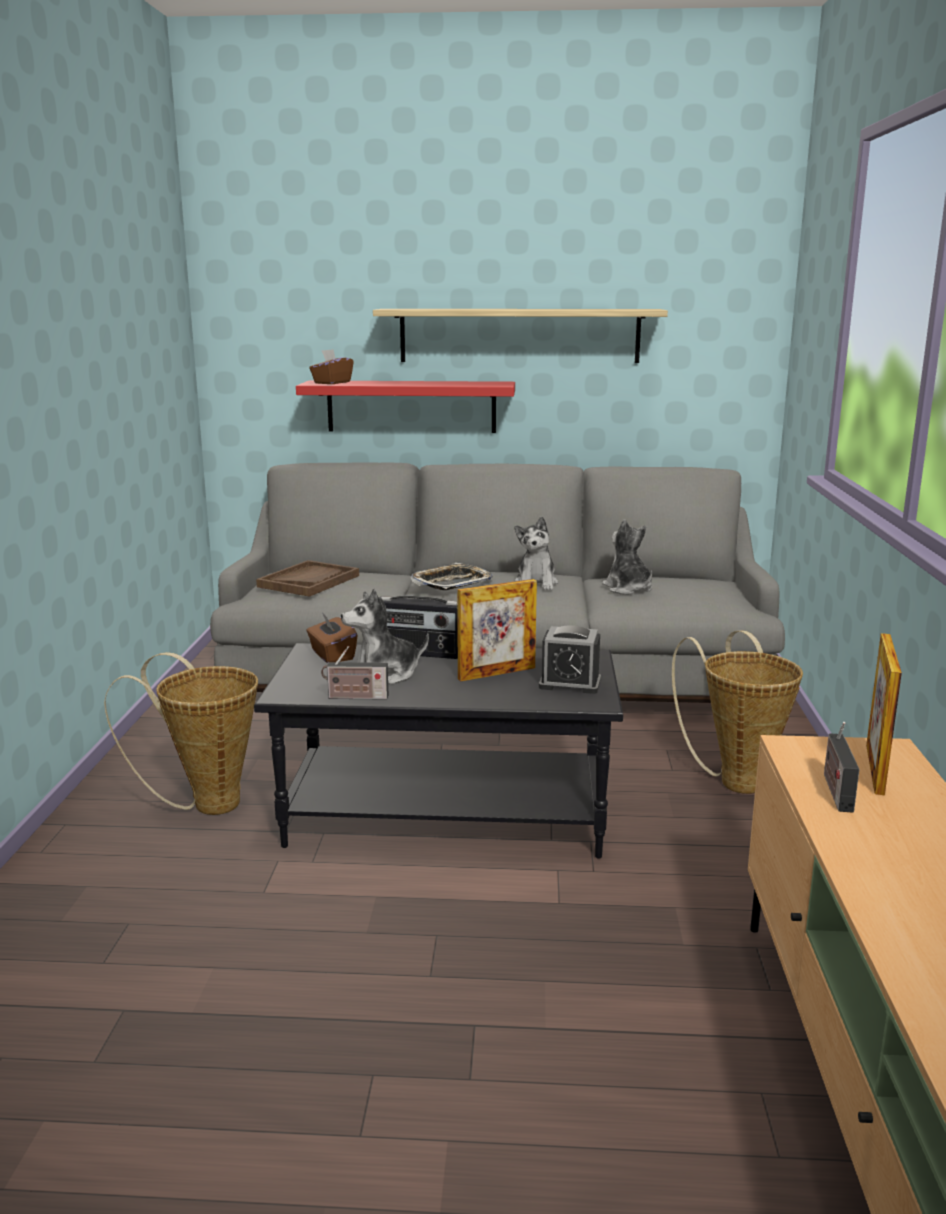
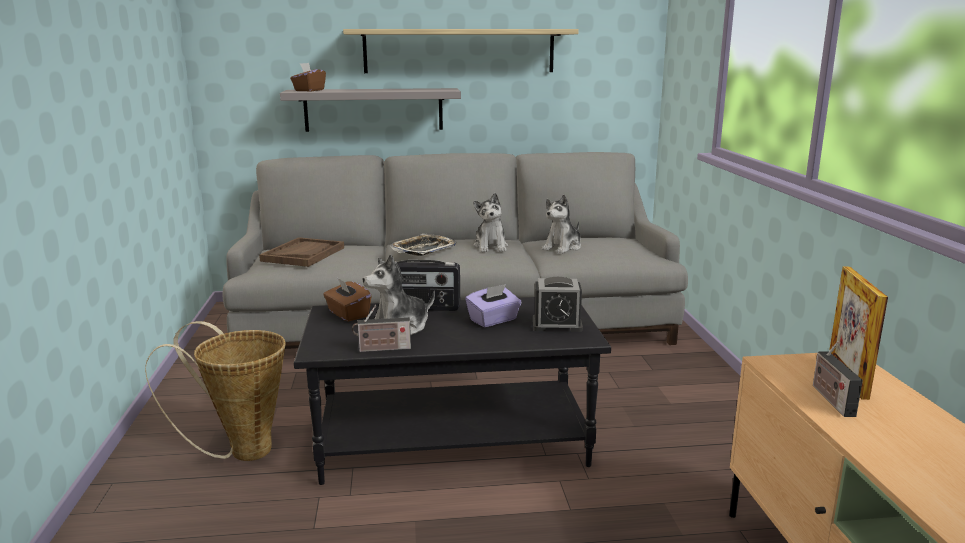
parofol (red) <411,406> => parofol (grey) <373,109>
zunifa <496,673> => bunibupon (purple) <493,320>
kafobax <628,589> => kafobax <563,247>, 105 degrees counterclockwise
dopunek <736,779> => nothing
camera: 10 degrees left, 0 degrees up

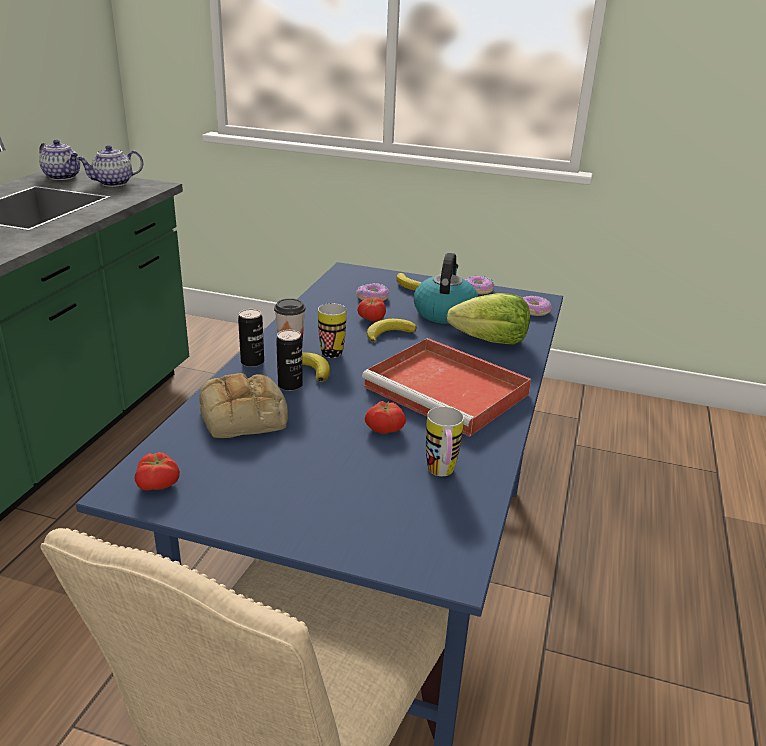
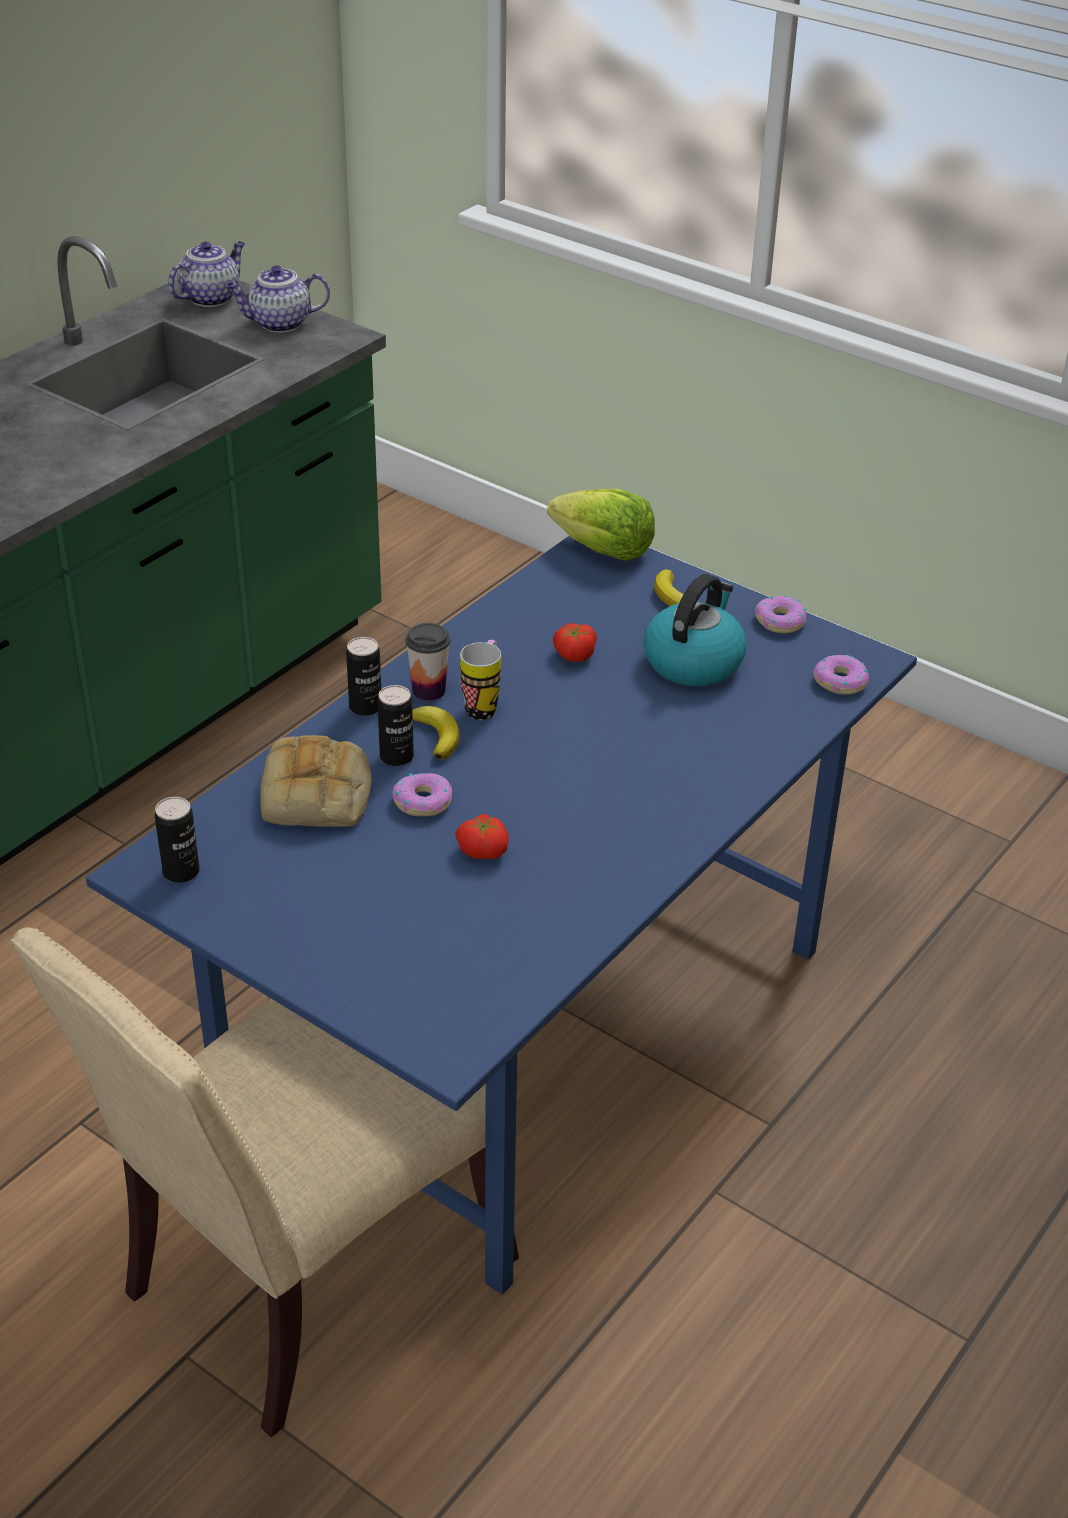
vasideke <159,484> => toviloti <181,872>
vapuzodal <63,177> => vapuzodal <210,297>, 105 degrees counterclockwise
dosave <372,297> => dosave <422,801>, move
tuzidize <490,341> => tuzidize <603,551>, move
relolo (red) <449,391> => nothing
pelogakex <388,333> => nothing
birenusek <441,474> => nothing
camera: 20 degrees right, 10 degrees up

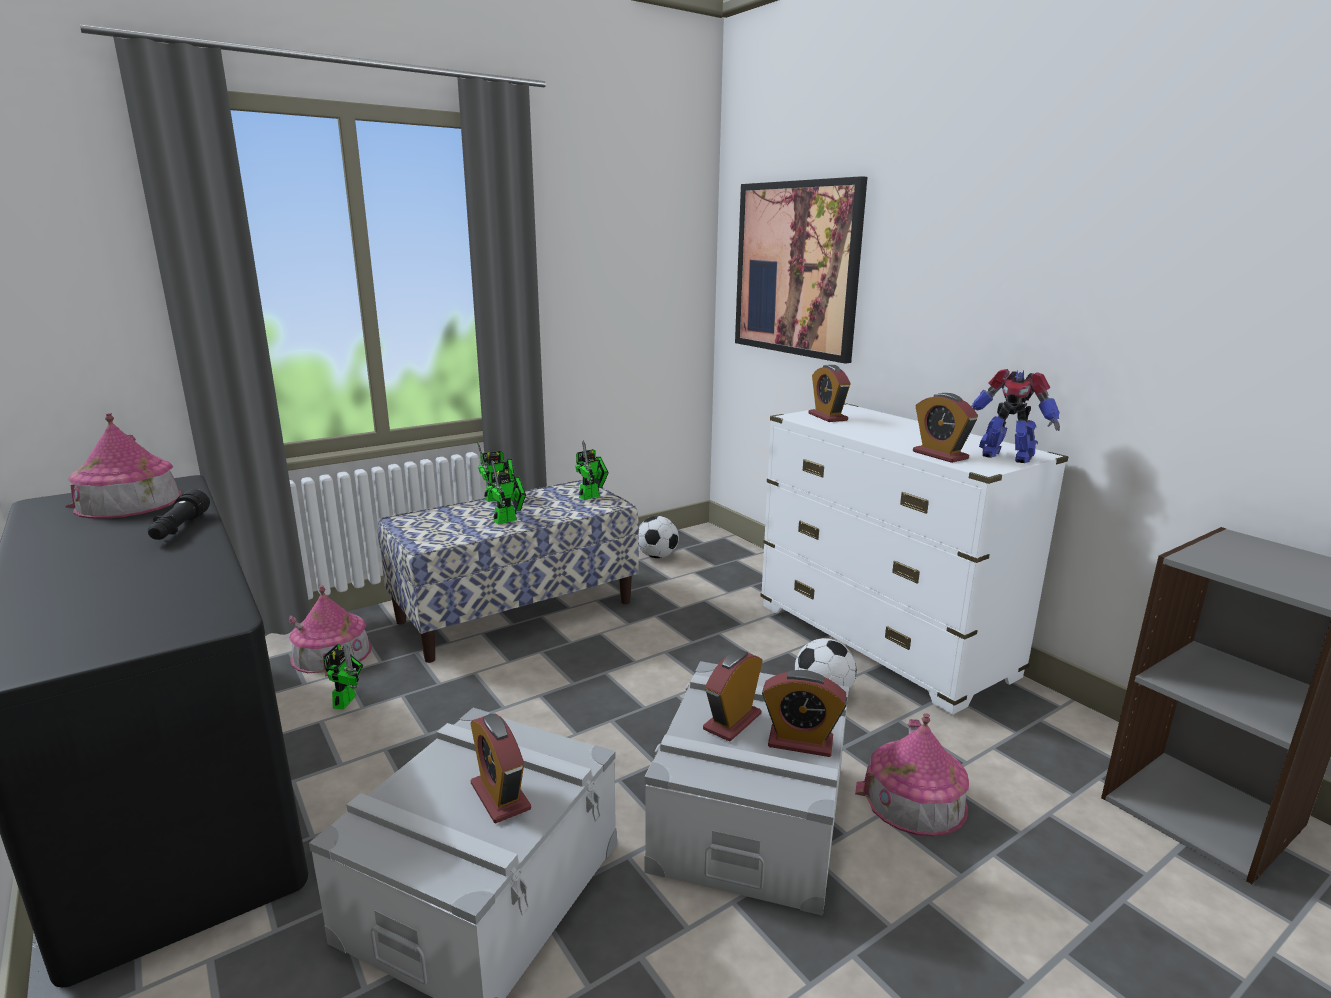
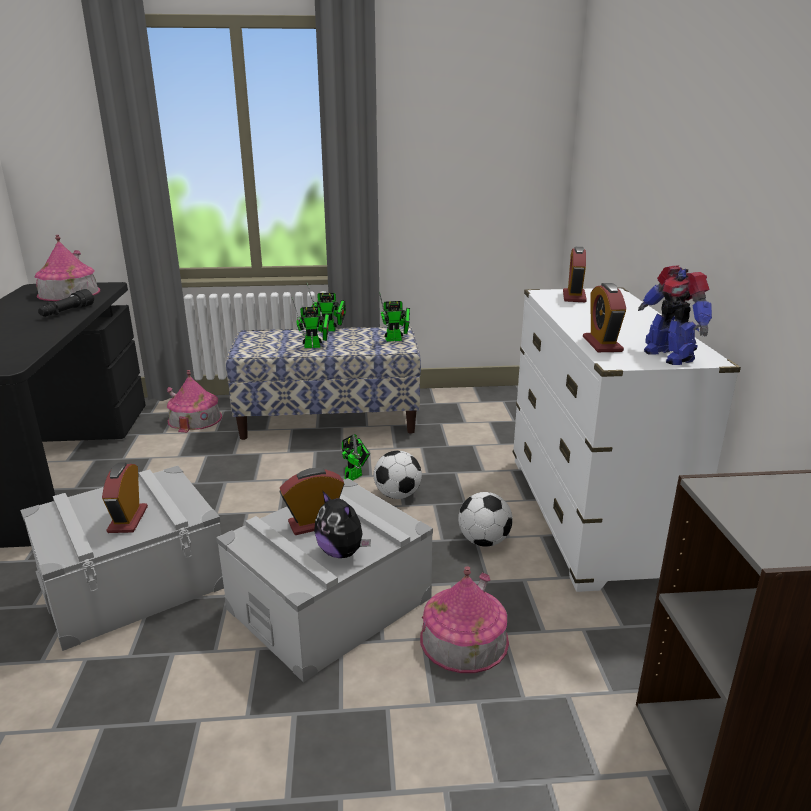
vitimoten <800,742> => kafobax <342,552>
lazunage <346,699> => lazunage <355,476>, move
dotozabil <657,556> => dotozabil <397,495>, move
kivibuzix <796,269> => nothing
camera: 30 degrees right, 5 degrees up

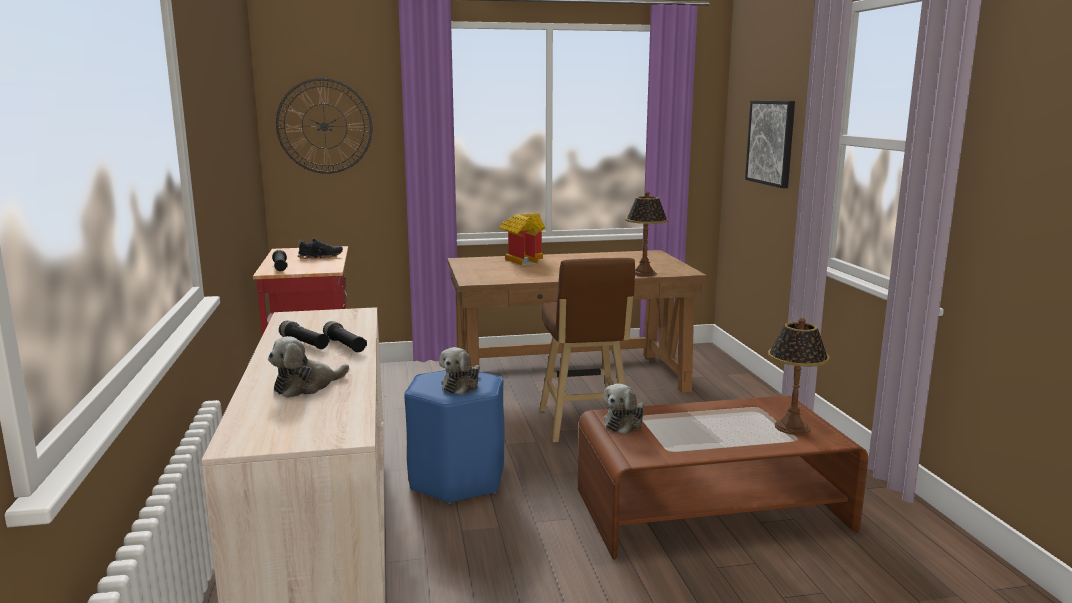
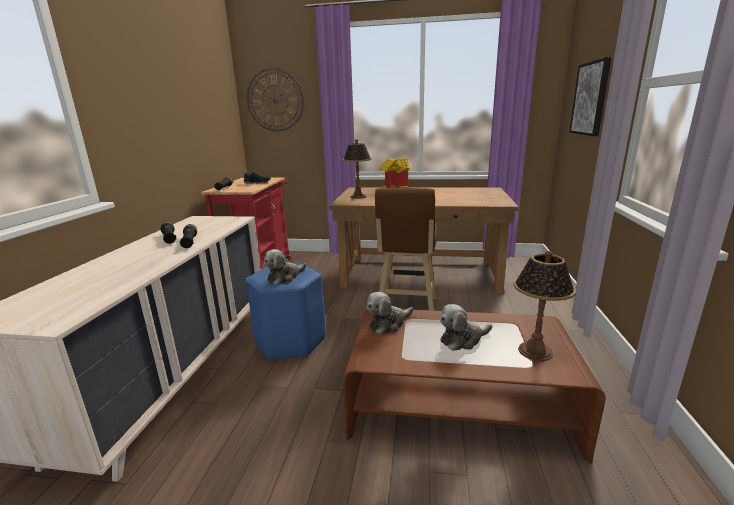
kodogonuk <644,273> => kodogonuk <358,197>, move
kafobax <306,386> => kafobax <462,339>, move
camera: 20 degrees right, 5 degrees up

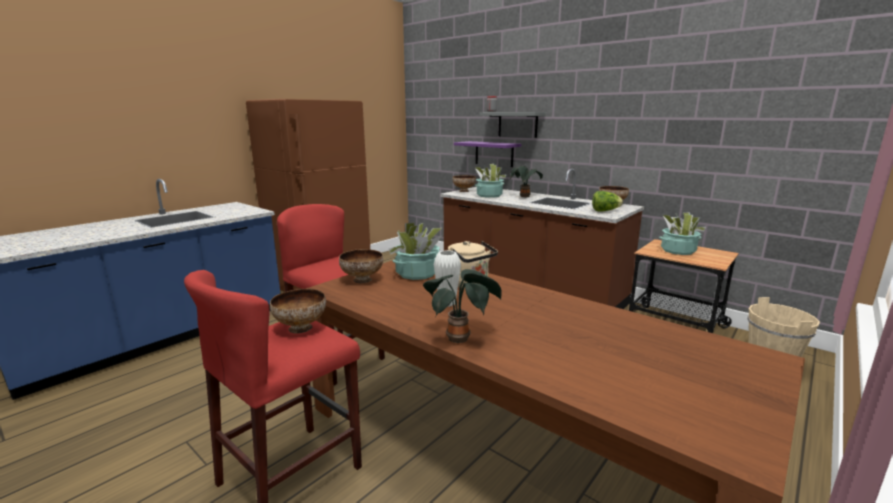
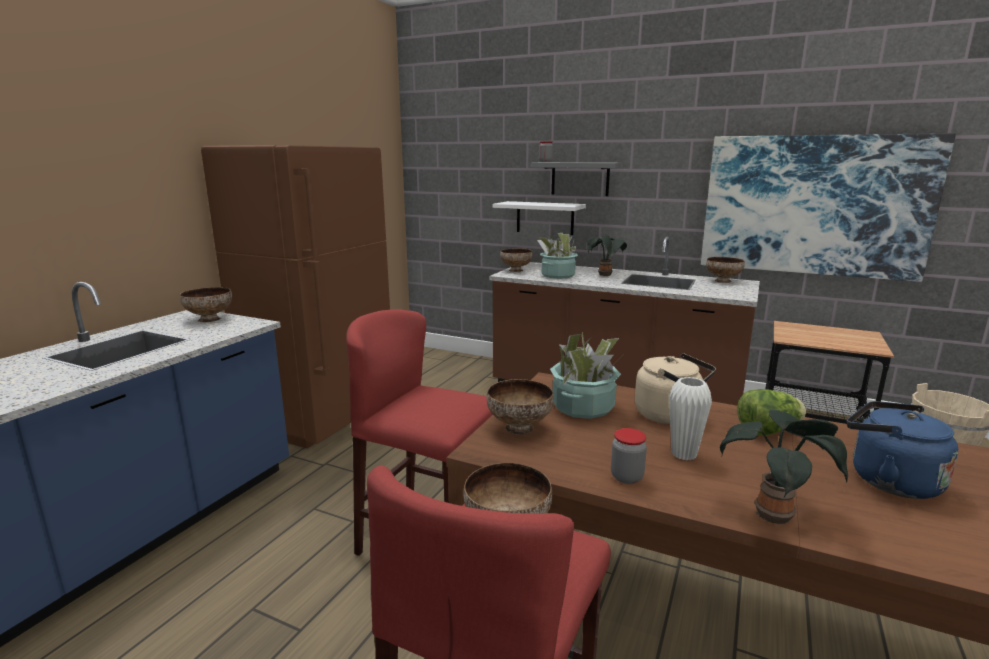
nothing => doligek <210,319>
parofol (purple) <494,154> => parofol (white) <545,218>
nothing => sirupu <626,477>
nothing => kivibuzix <813,205>
tuzidize <605,211> => tuzidize <768,431>, move
nothing => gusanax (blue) <888,480>
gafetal <678,251> => nothing
camera: 15 degrees left, 0 degrees up

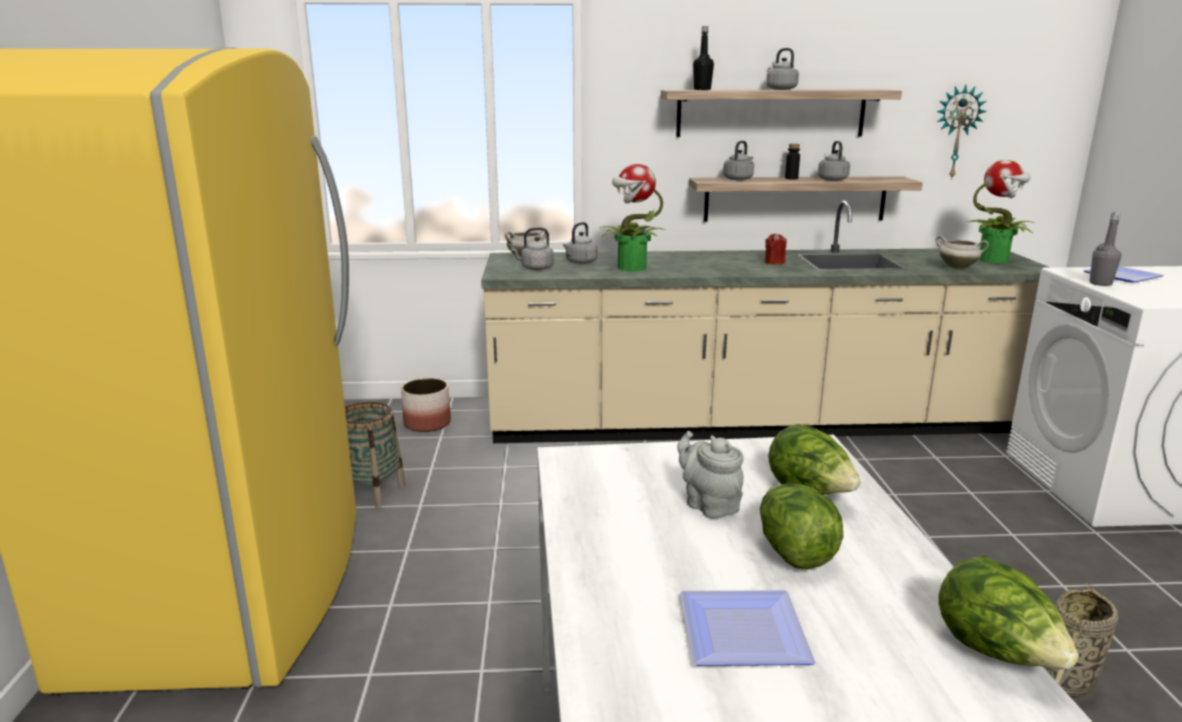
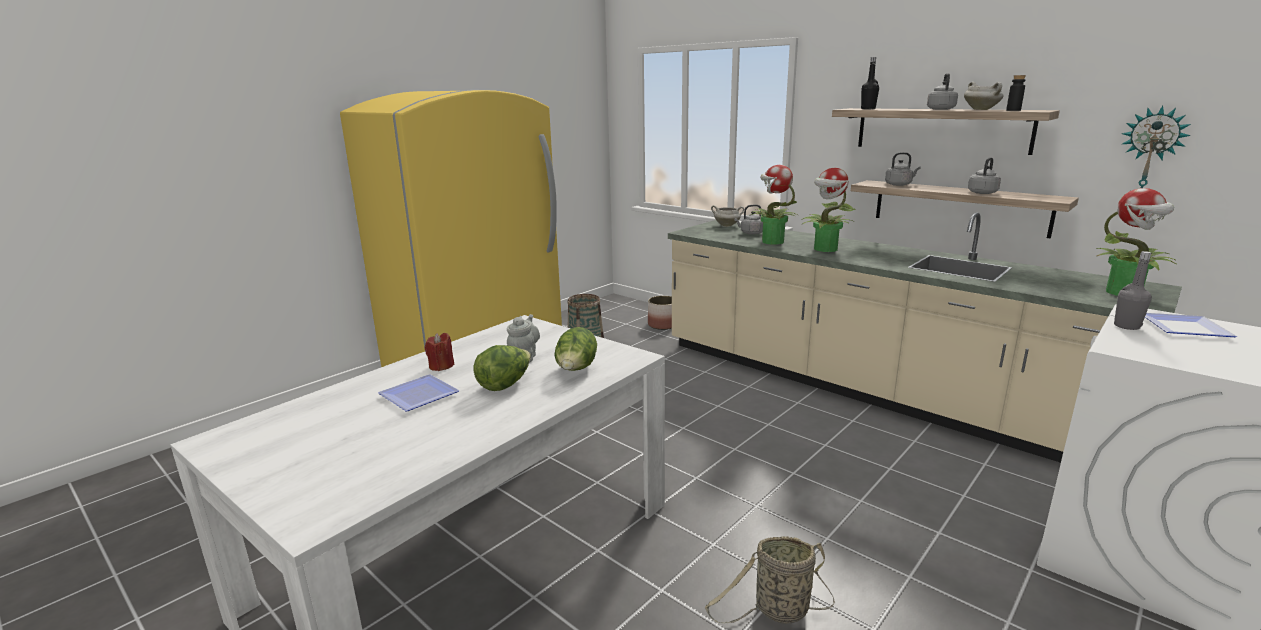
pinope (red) <774,262> => pinope (red) <441,366>, move
nothing => gafetal <825,249>
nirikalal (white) <958,267> => nirikalal (white) <982,109>, move
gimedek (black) <791,178> => gimedek (black) <1013,110>, move
gusanax (grey) <535,268> => nothing
tuzidize <996,653> => nothing
camera: 45 degrees right, 0 degrees up

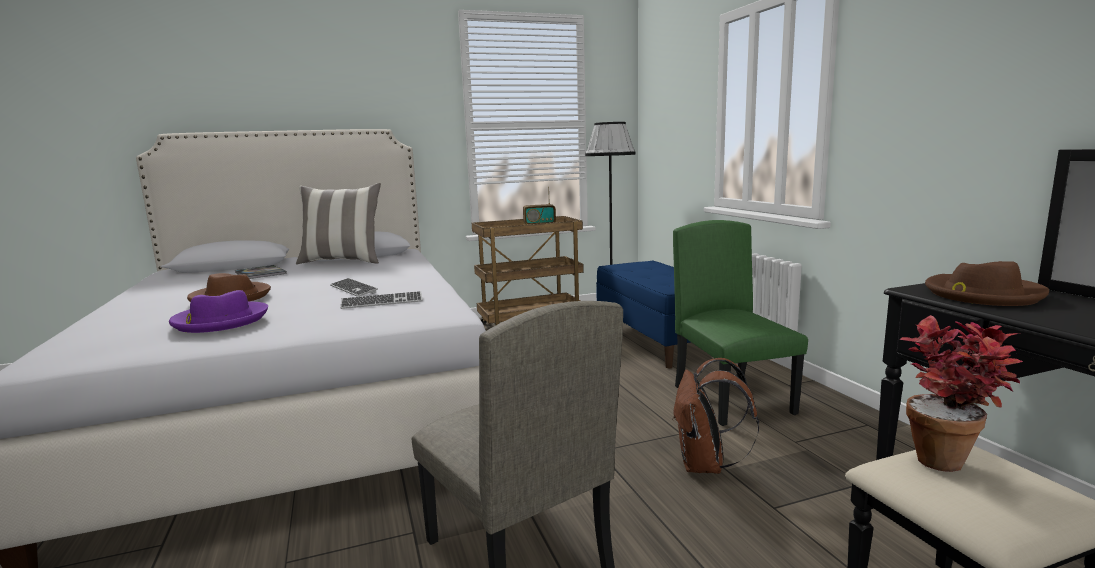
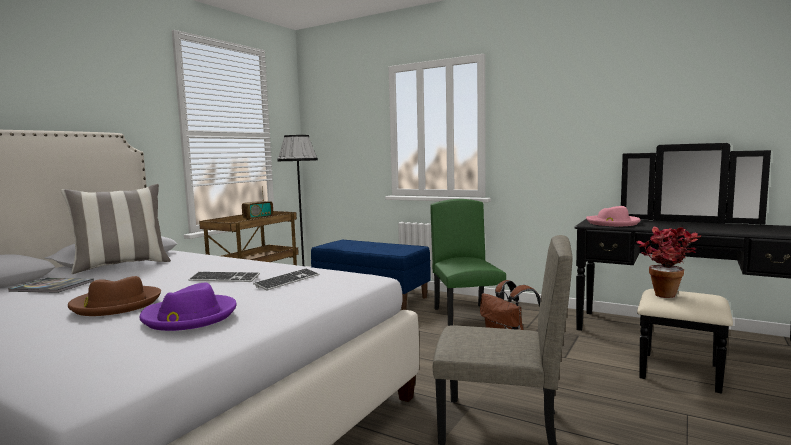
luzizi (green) <733,399> => luzizi (green) <467,316>, 45 degrees clockwise
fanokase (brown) <981,294> => fanokase (pink) <612,223>
camera: 40 degrees left, 5 degrees down

